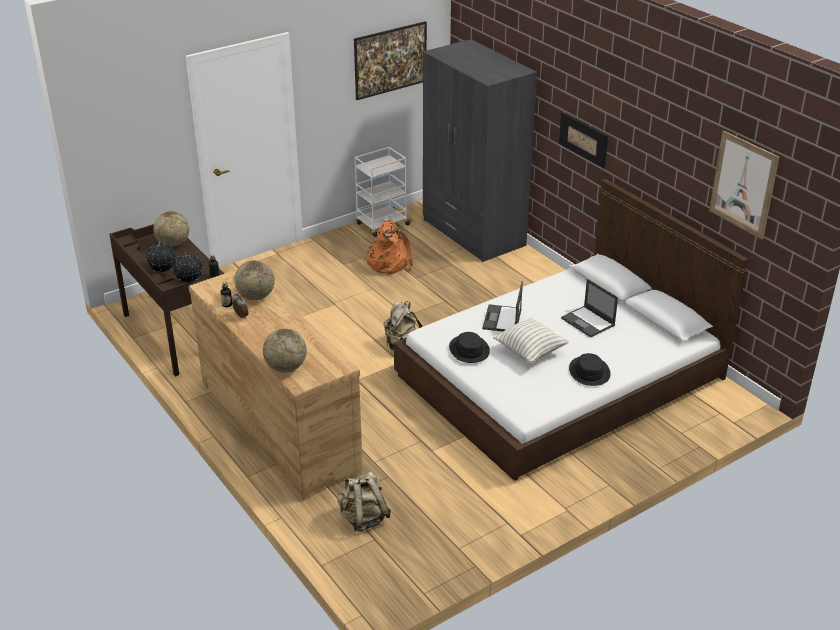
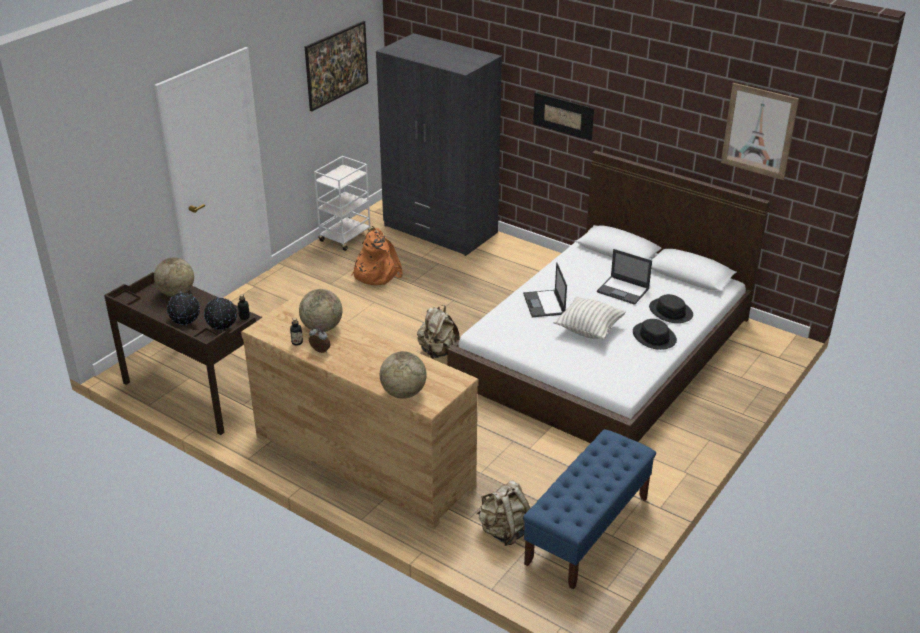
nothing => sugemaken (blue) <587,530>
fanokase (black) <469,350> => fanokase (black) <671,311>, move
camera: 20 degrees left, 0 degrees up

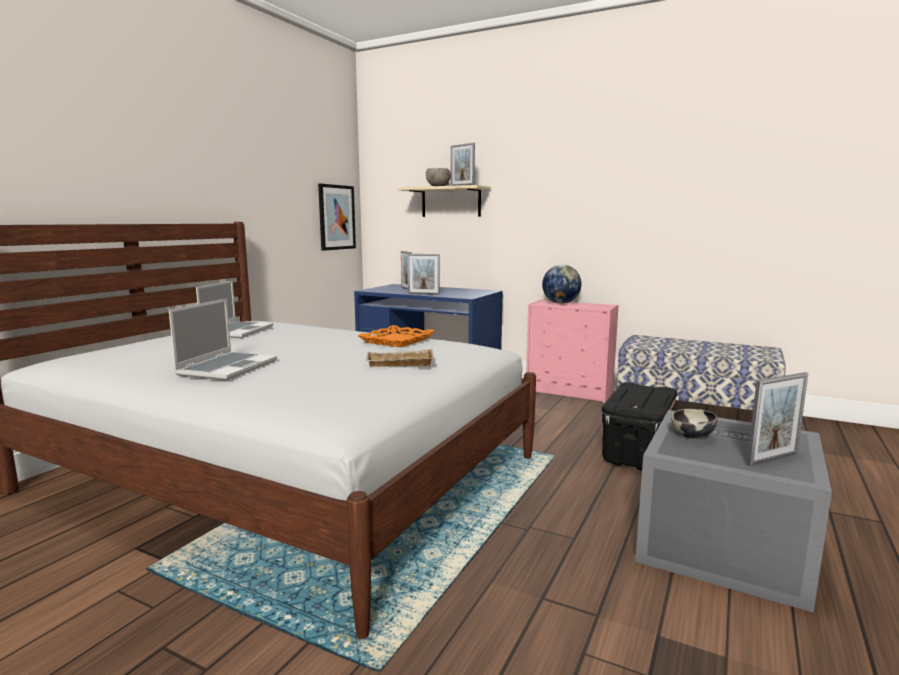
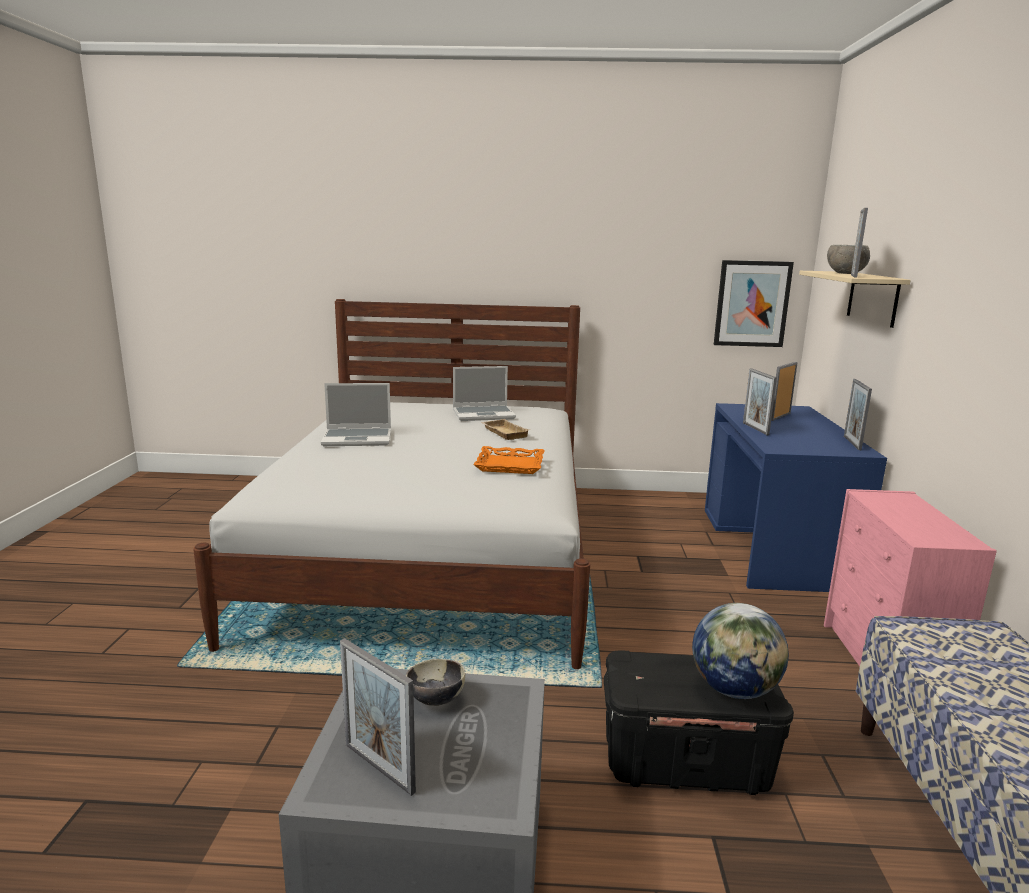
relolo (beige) <399,364> => relolo (beige) <503,433>, move
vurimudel <560,303> => vurimudel <734,689>, move
nothing => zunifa <852,443>
camera: 65 degrees right, 5 degrees up

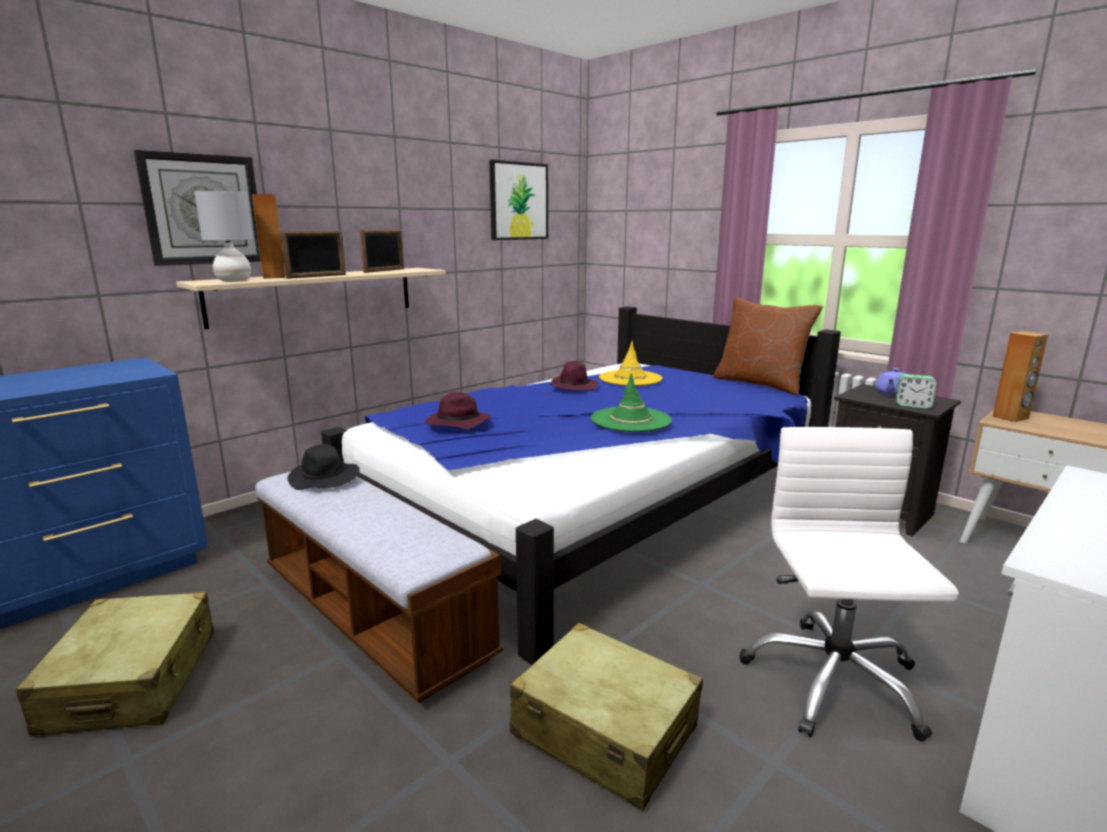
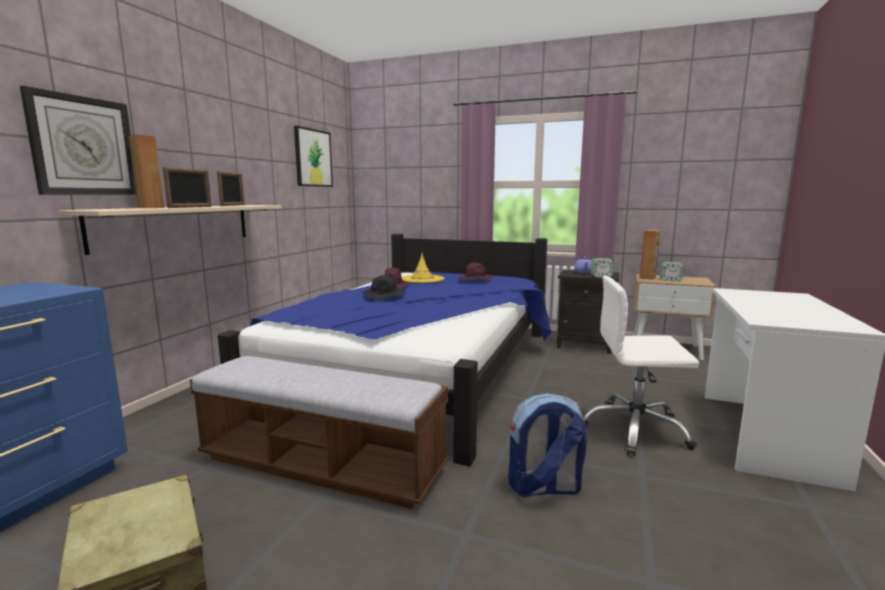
fanokase (black) <325,479> => fanokase (black) <384,296>, move
fanokase (purple) <457,424> => fanokase (purple) <475,280>, move
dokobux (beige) <604,731> => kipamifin <544,488>
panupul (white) <832,681> => panupul (white) <635,429>, 60 degrees counterclockwise
nothing => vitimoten <670,280>
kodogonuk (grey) <233,281> => nothing
fanokase (green) <631,420> => nothing
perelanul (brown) <760,383> => nothing
camera: 25 degrees left, 5 degrees down

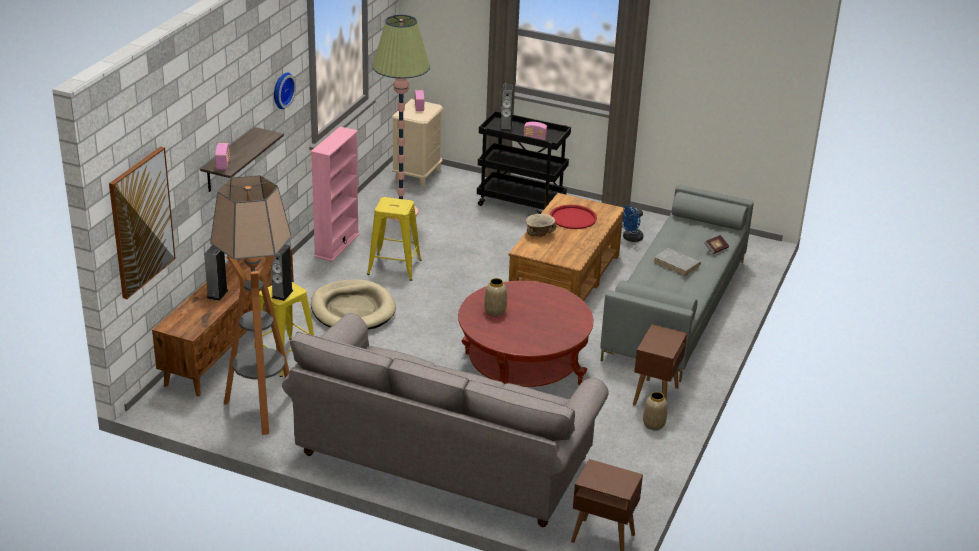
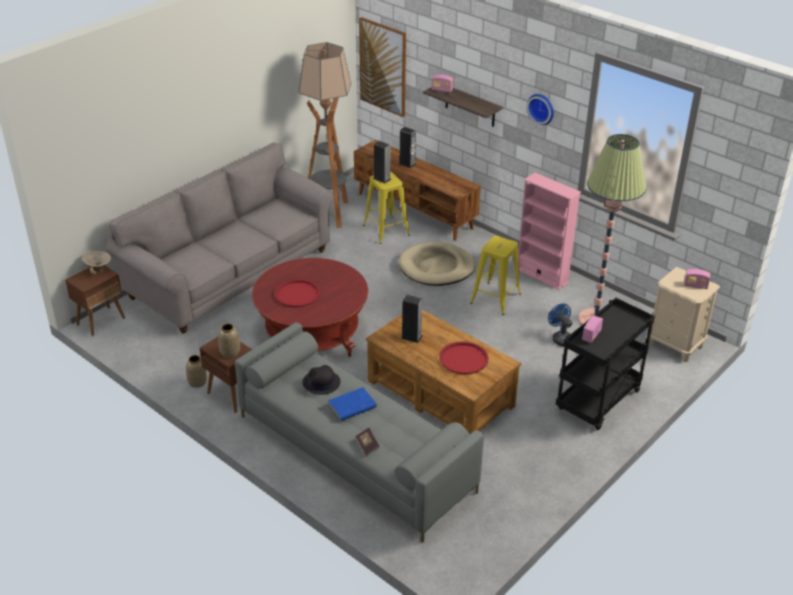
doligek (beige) <539,233> => doligek (beige) <99,270>, move
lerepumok <495,311> => lerepumok <230,352>, move
nothing => relolo (red) <297,294>
nothing => fanokase (black) <321,383>
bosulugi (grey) <677,264> => bosulugi (blue) <351,407>
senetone <506,127> => senetone <411,337>, move
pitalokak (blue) <630,238> => pitalokak (blue) <560,338>, move
camera: 110 degrees right, 5 degrees up

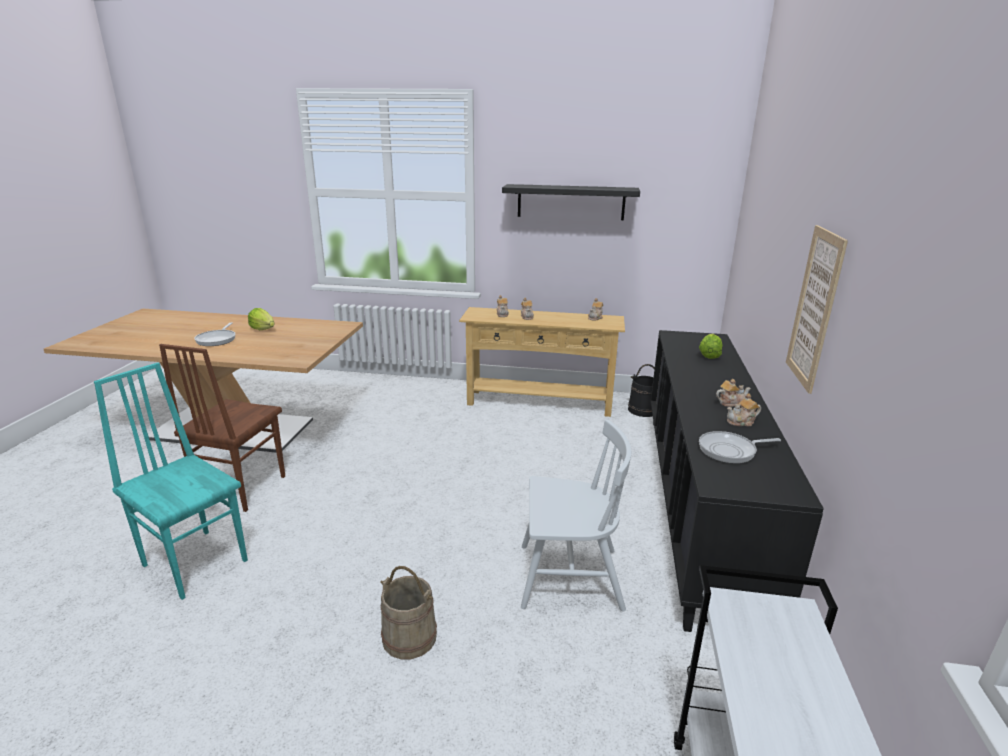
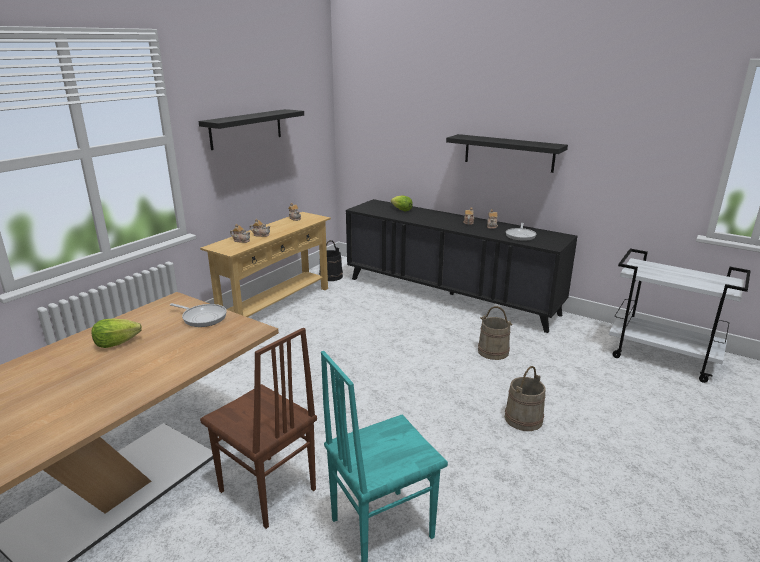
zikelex <217,339> => zikelex <202,317>, move
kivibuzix <814,308> => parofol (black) <508,153>
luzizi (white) <569,577> => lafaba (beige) <493,351>
camera: 65 degrees left, 0 degrees up

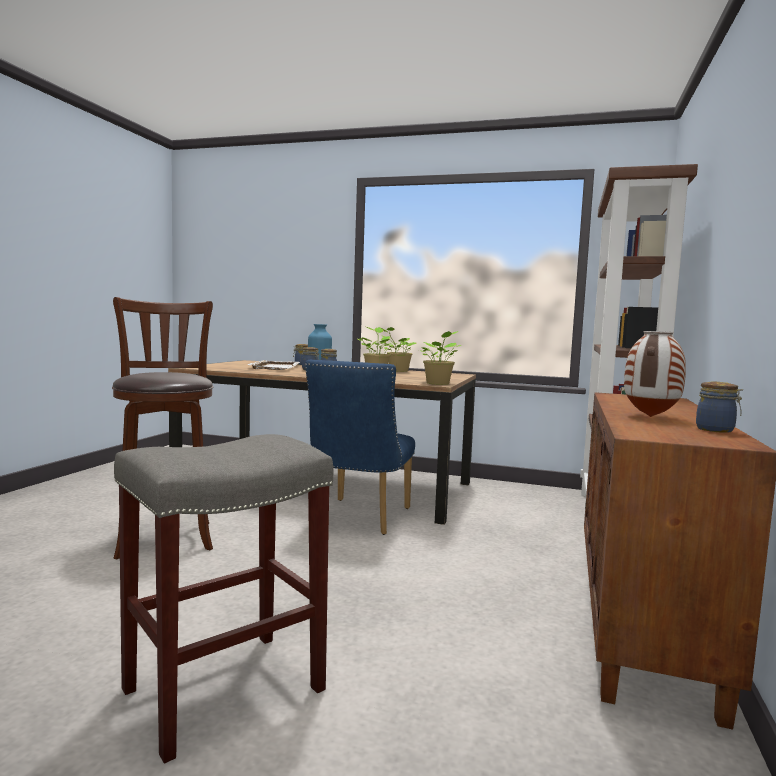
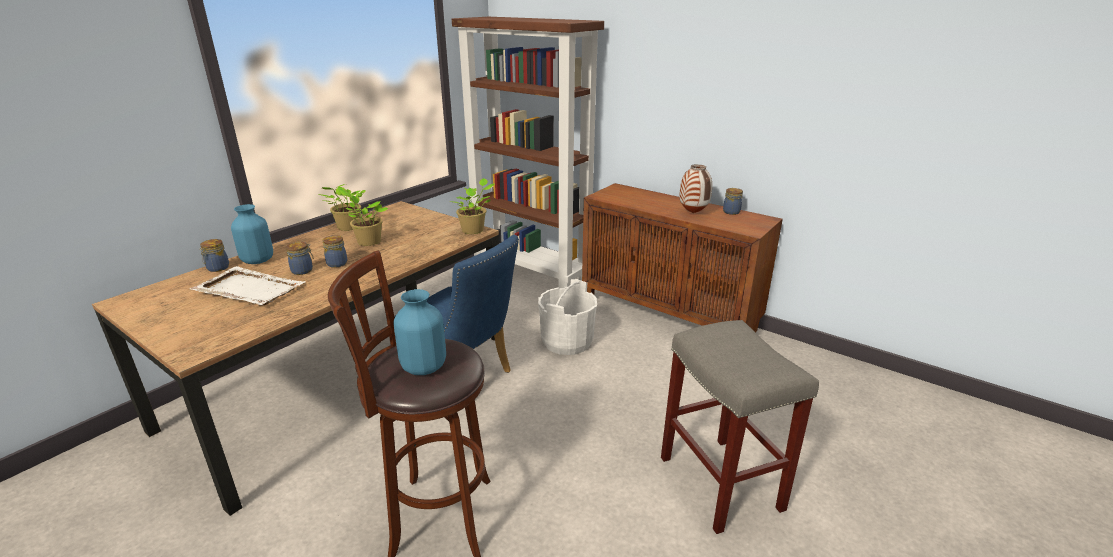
nothing => lerepumok (blue) <424,366>
nothing => lafaba (white) <567,341>
camera: 70 degrees left, 20 degrees up

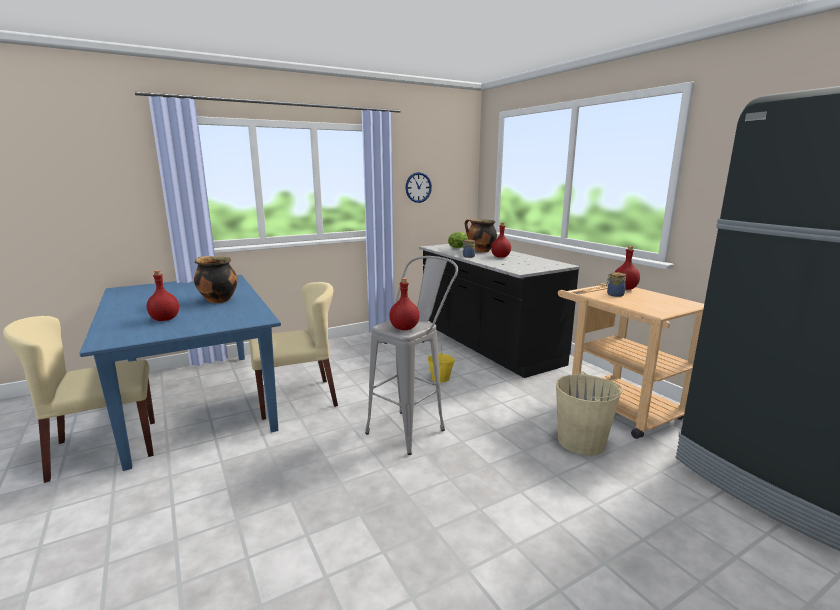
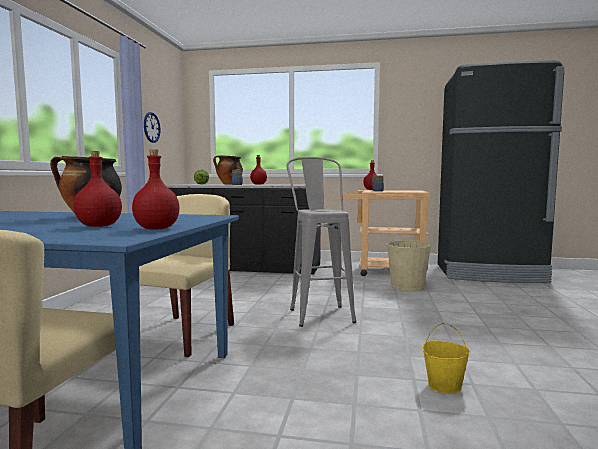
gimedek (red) <405,328> => gimedek (red) <157,228>, move
lafaba (yellow) <440,379> => lafaba (yellow) <444,386>, move
camera: 50 degrees left, 10 degrees down

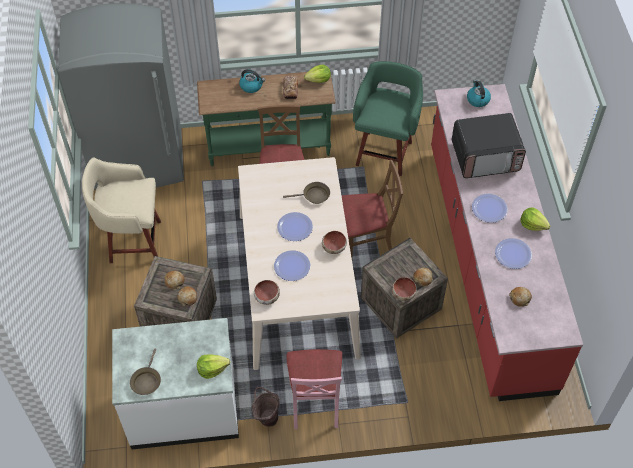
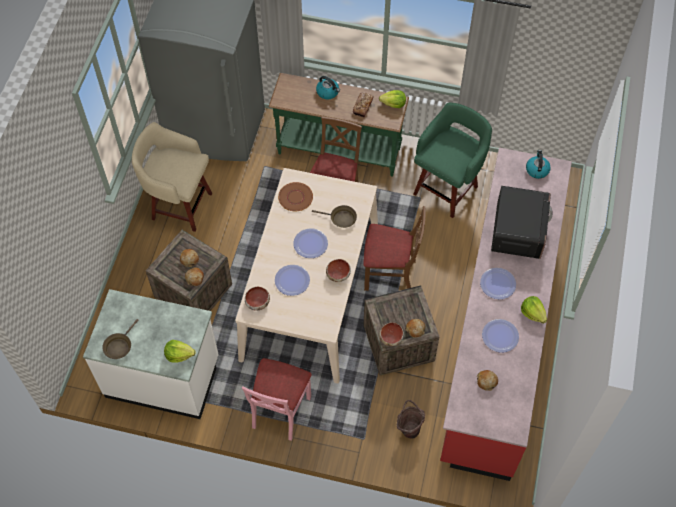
nothing => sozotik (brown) <295,197>
lafaba (brown) <266,417> => lafaba (brown) <409,428>, move
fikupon <485,157> => fikupon <518,231>, 90 degrees counterclockwise
camera: 20 degrees right, 5 degrees up

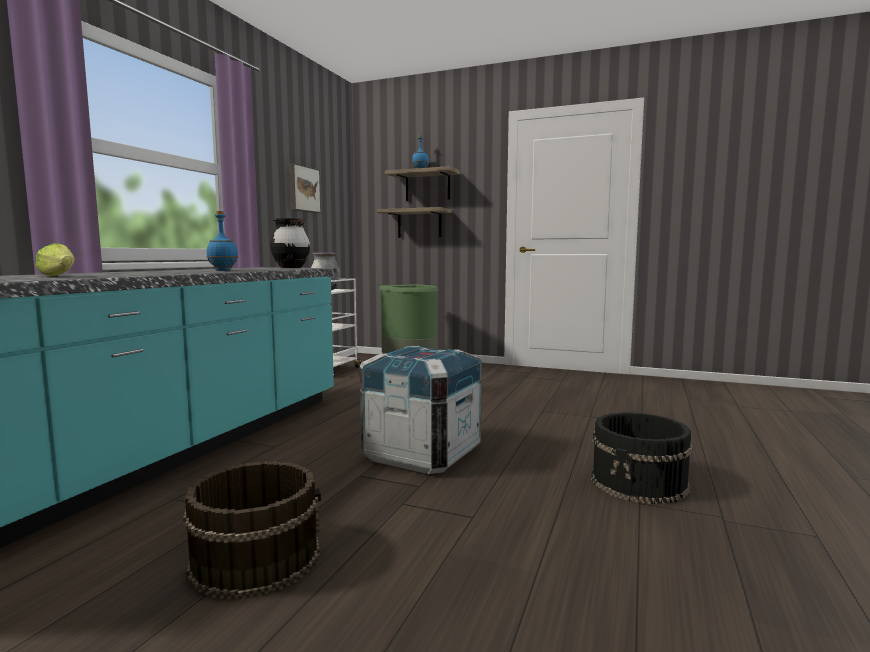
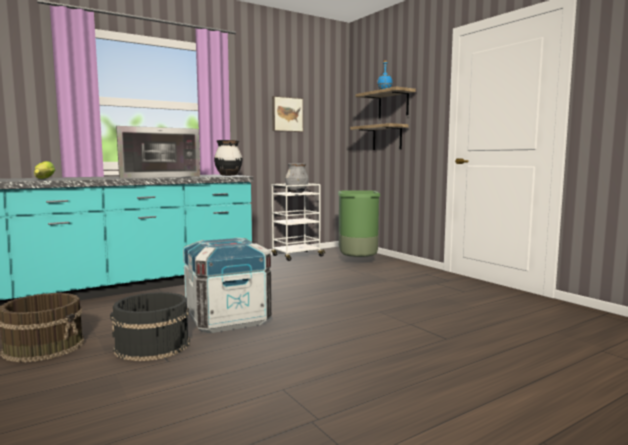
lafaba (black) <639,482> => lafaba (black) <152,346>, move
gimedek (blue) <223,270> => fikupon <156,177>
camera: 35 degrees right, 0 degrees up

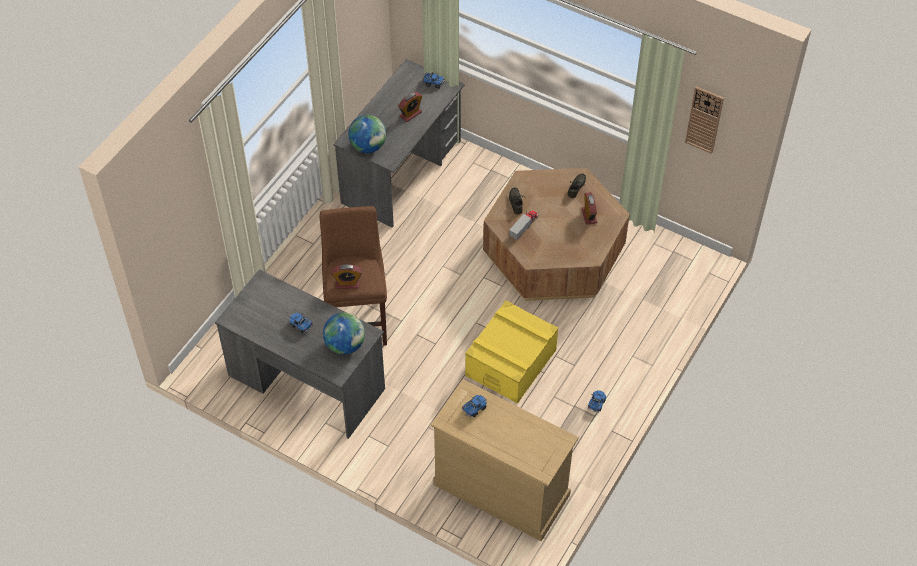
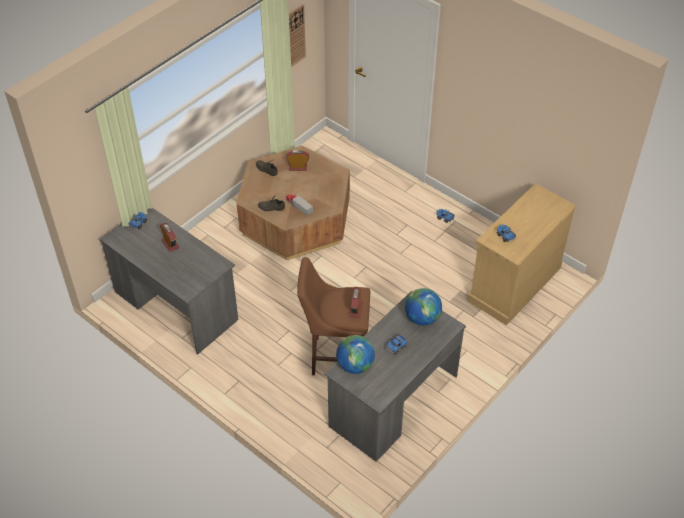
vurimudel <368,146> => vurimudel <355,365>, move
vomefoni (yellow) <511,362> => nothing
camera: 80 degrees left, 5 degrees down

